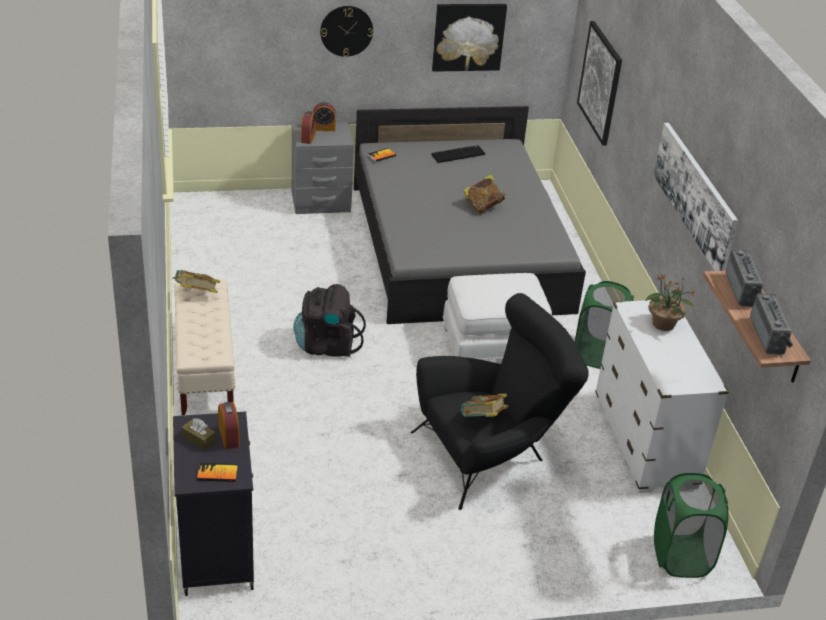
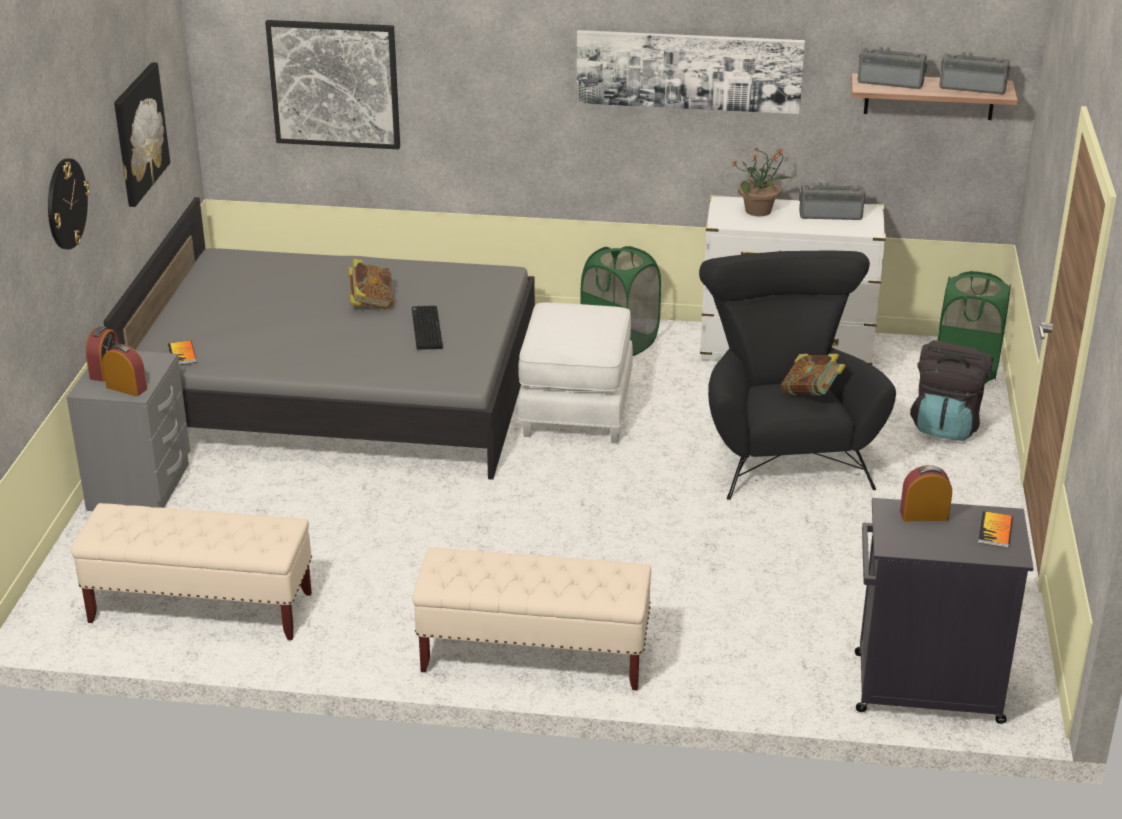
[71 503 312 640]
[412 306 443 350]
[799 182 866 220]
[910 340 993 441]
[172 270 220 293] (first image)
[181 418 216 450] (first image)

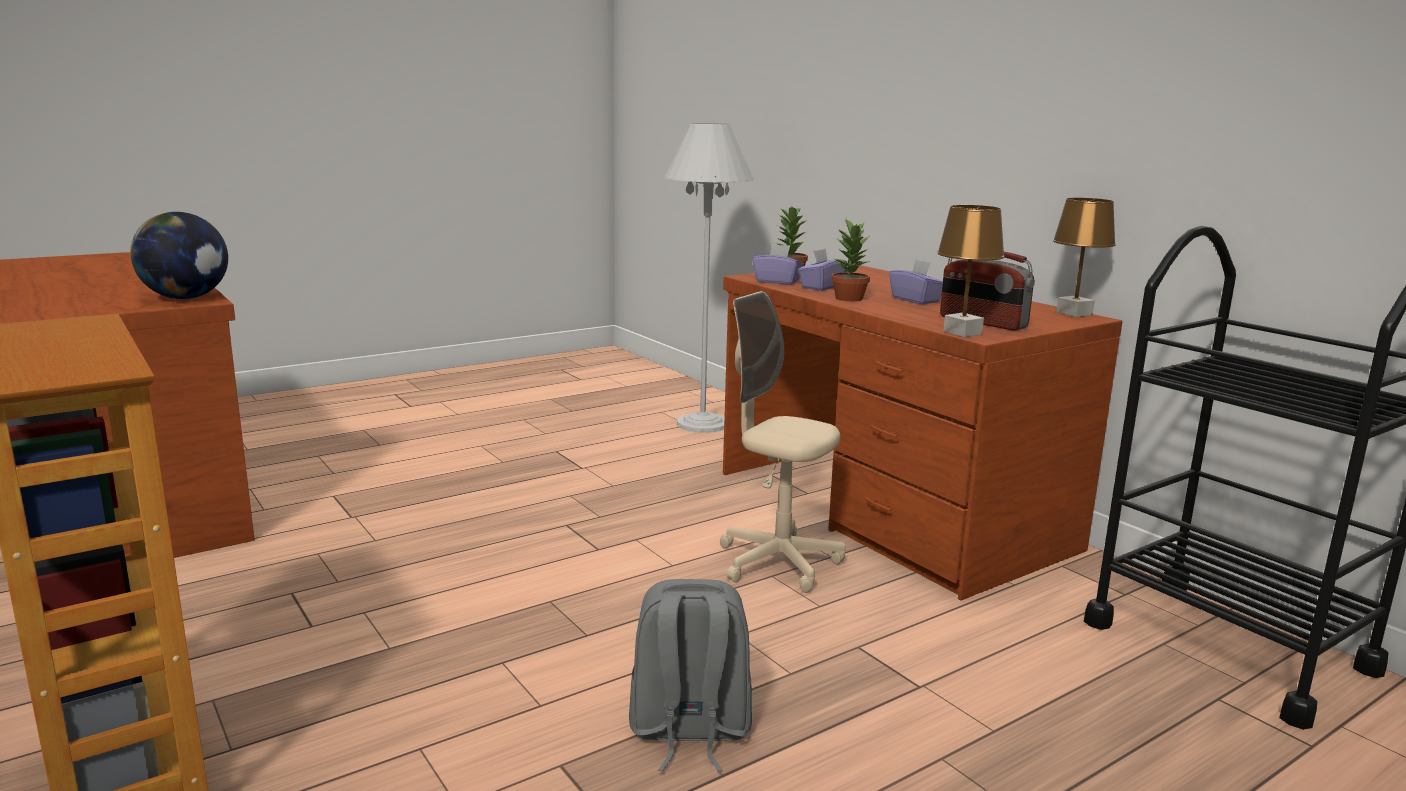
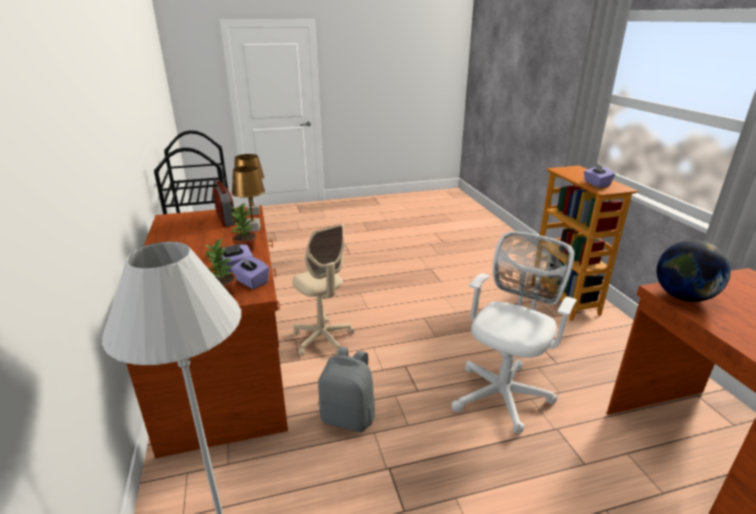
[232 166 265 232]
[318 347 375 432]
[451 231 577 434]
[584 163 615 188]

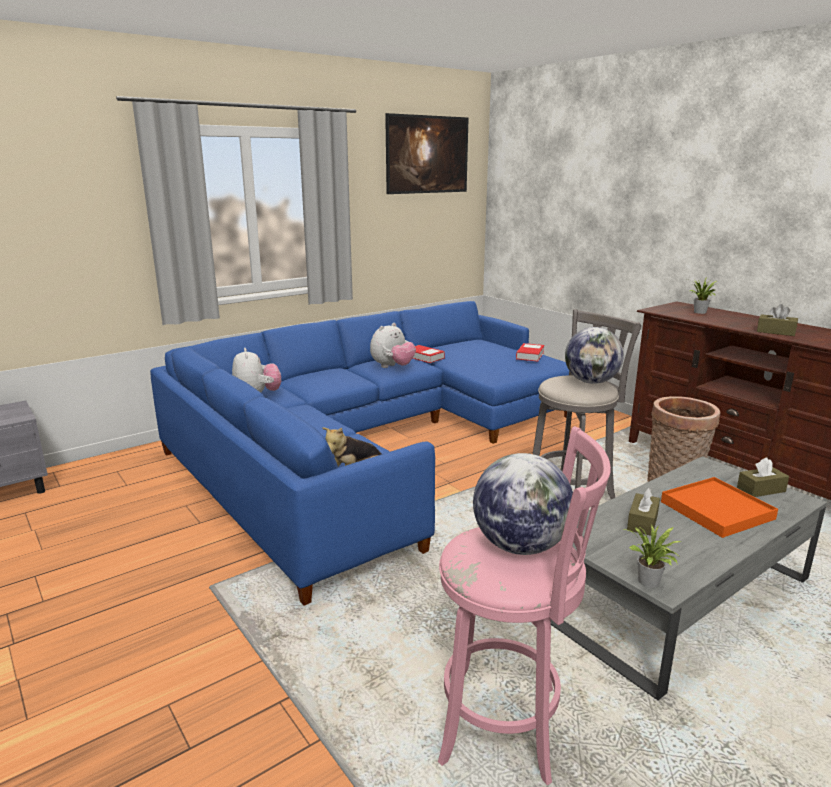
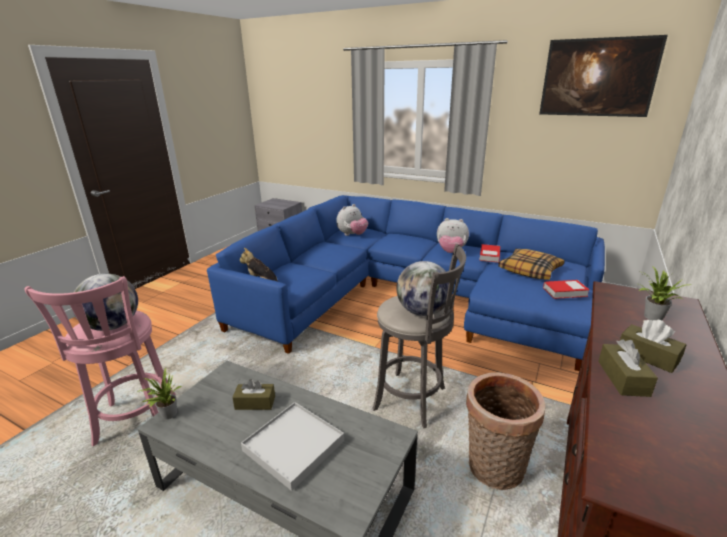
[241 402 344 491]
[498 249 565 280]
[620 320 686 373]

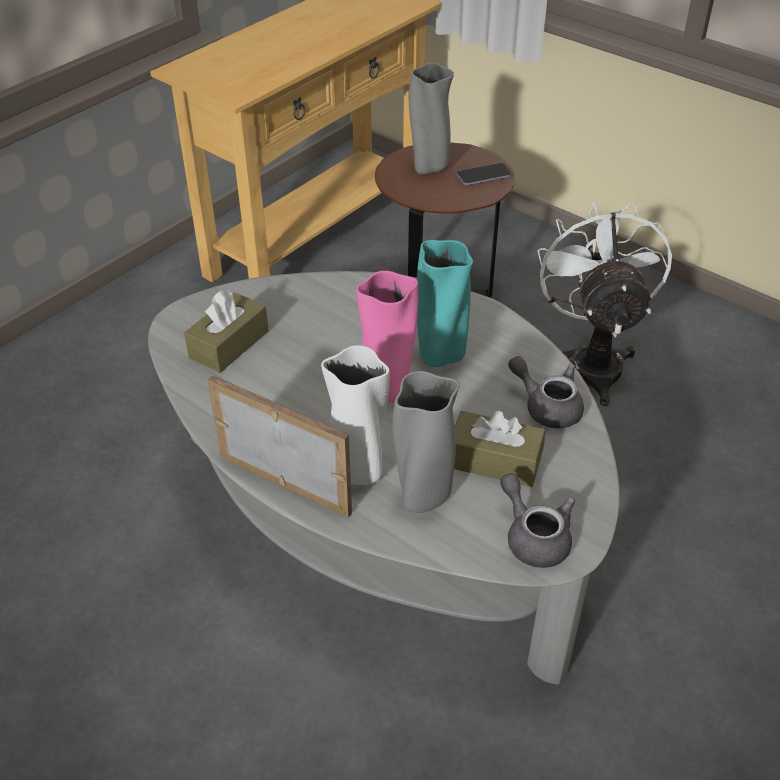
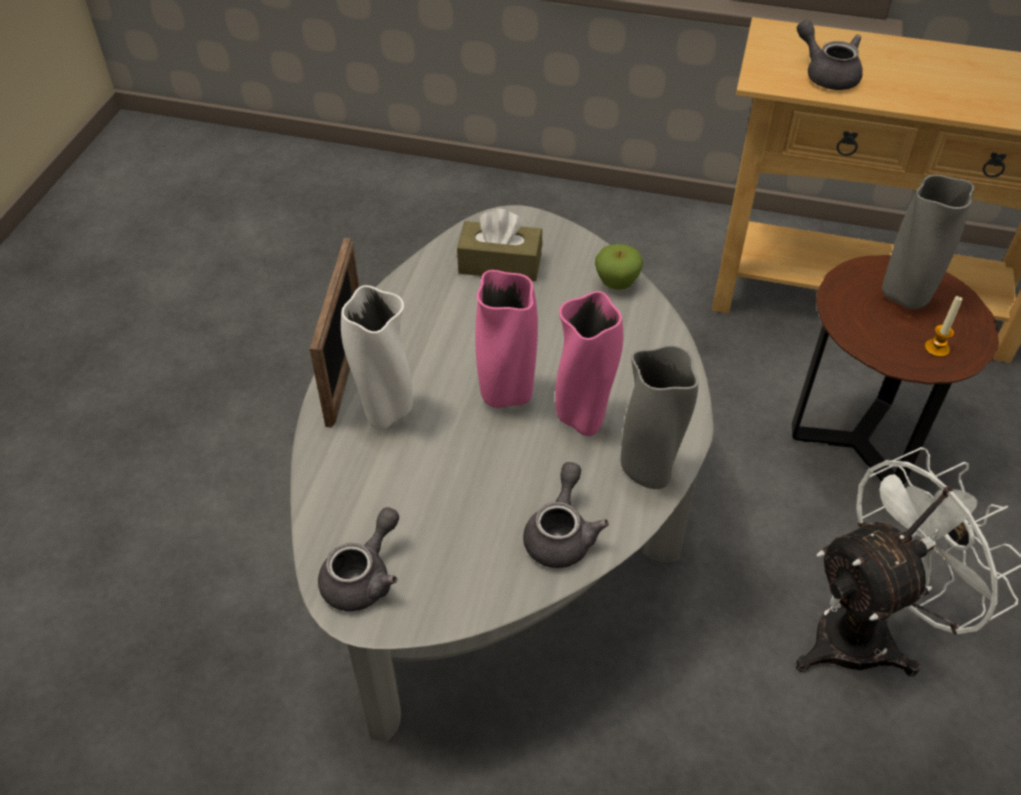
[555 291 624 436]
[595 244 643 290]
[621 345 698 489]
[797 20 863 90]
[924 296 962 357]
[454 411 546 487] (first image)

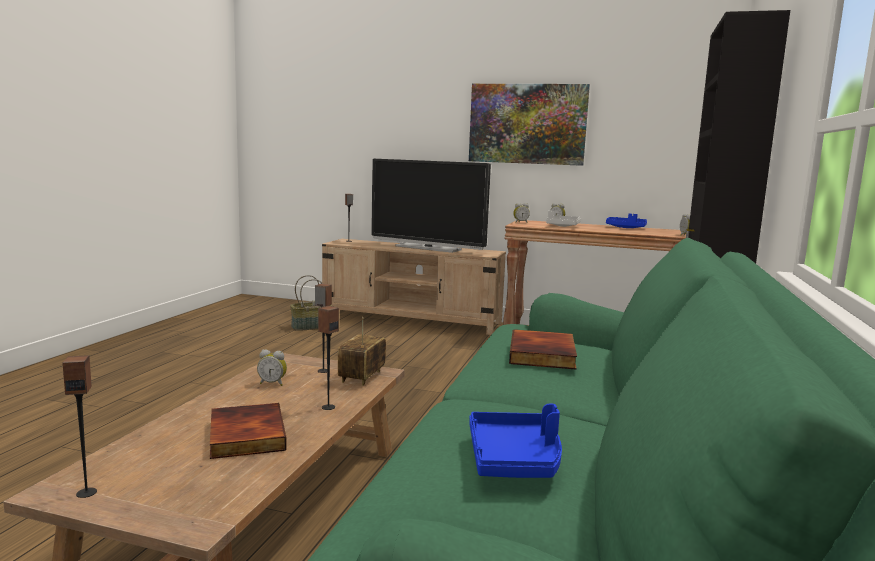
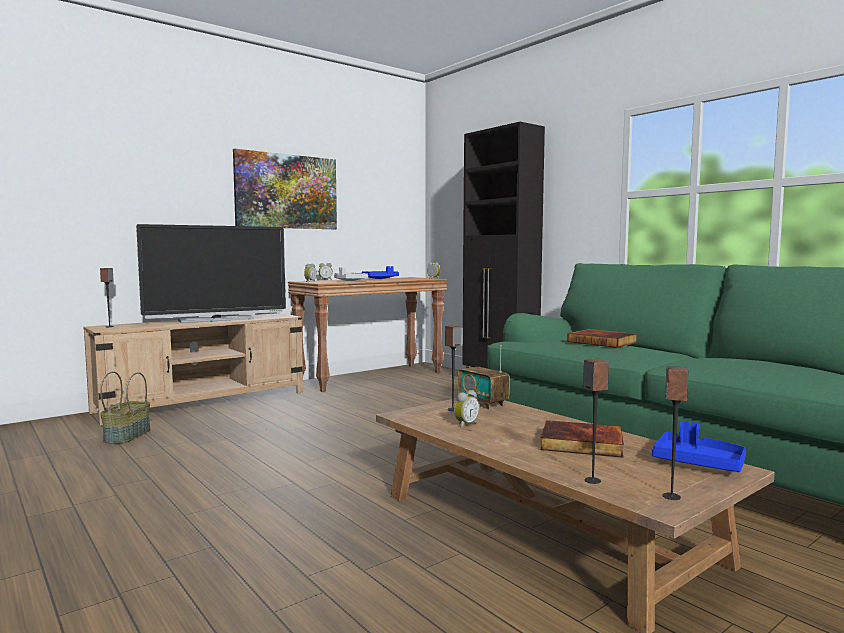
[583 359 609 484]
[652 421 746 472]

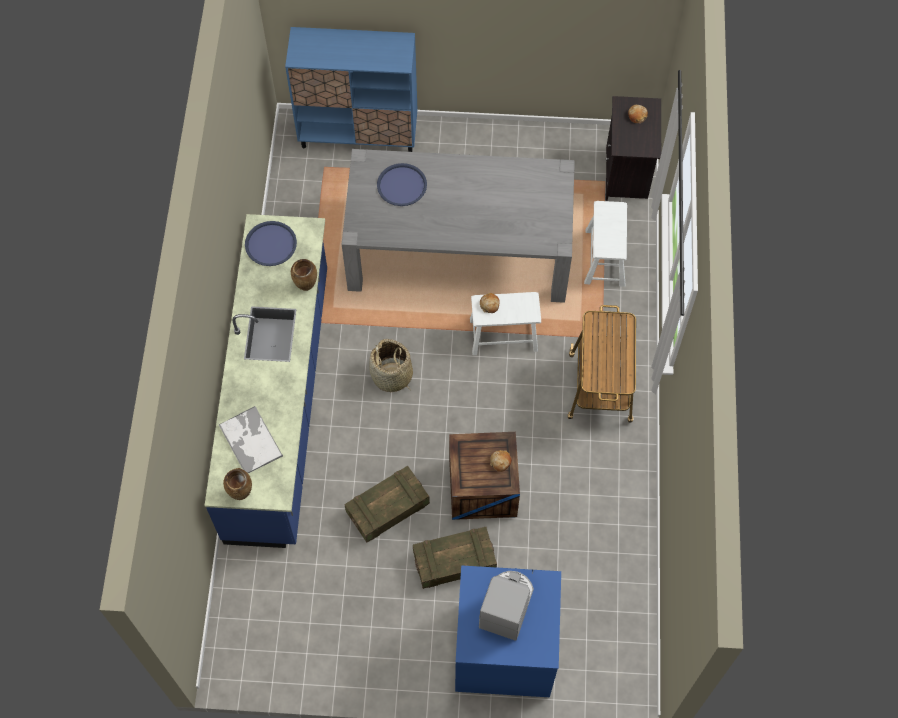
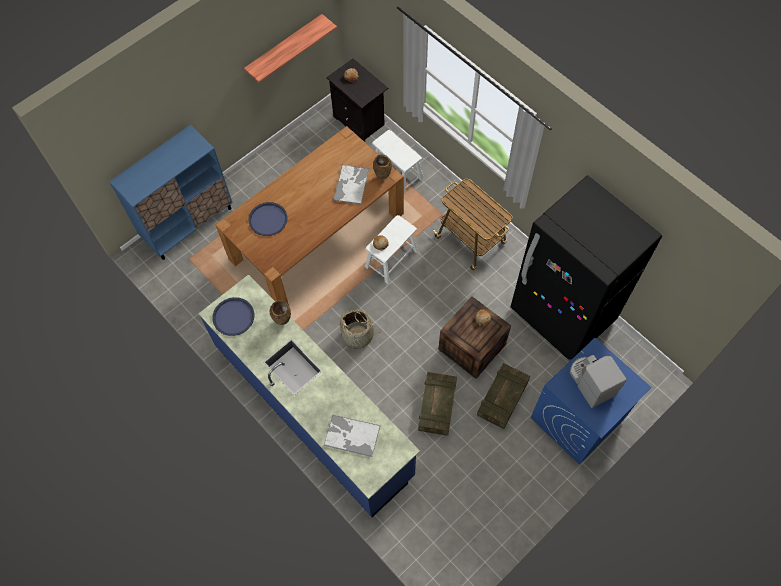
[216 126 404 305]
[244 14 337 82]
[333 165 369 205]
[373 155 392 179]
[511 175 662 360]

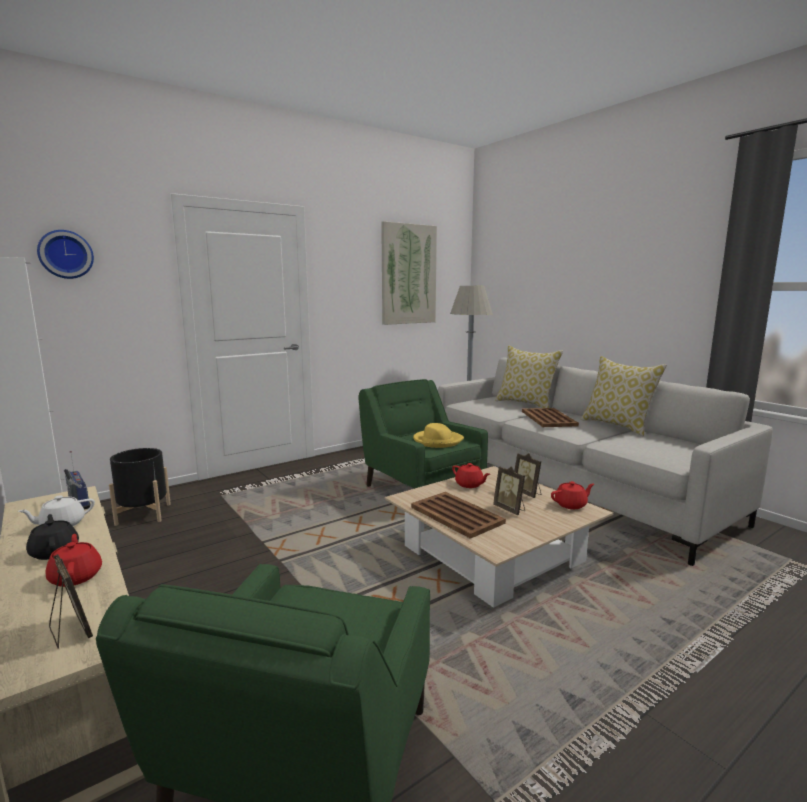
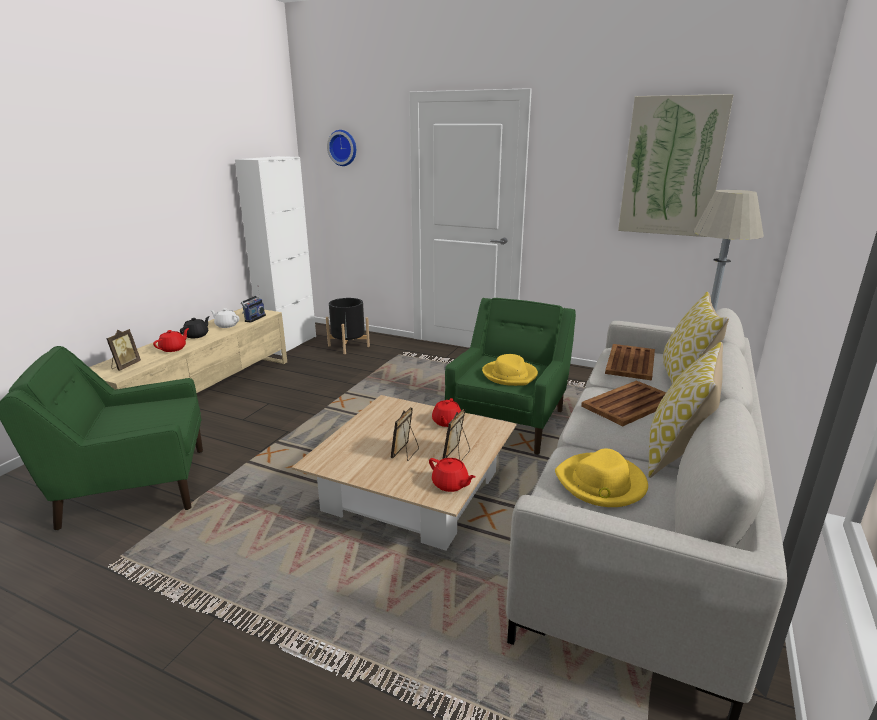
[555 448 648 507]
[605 344 655 381]

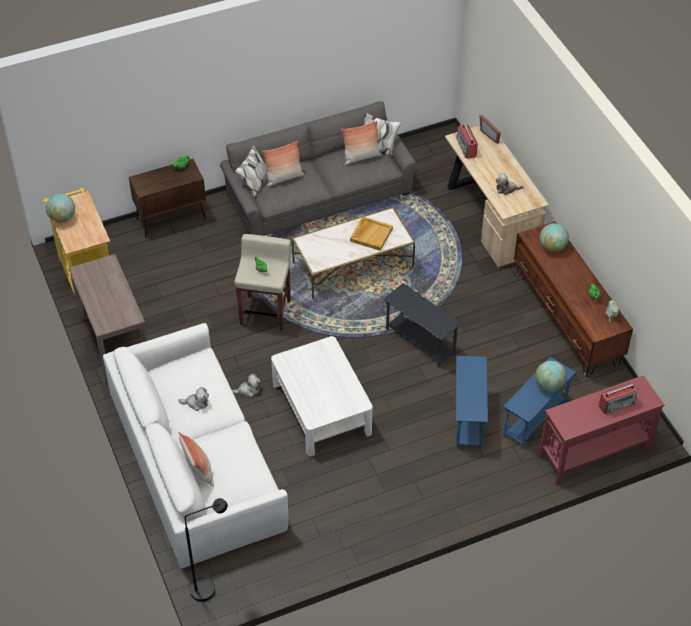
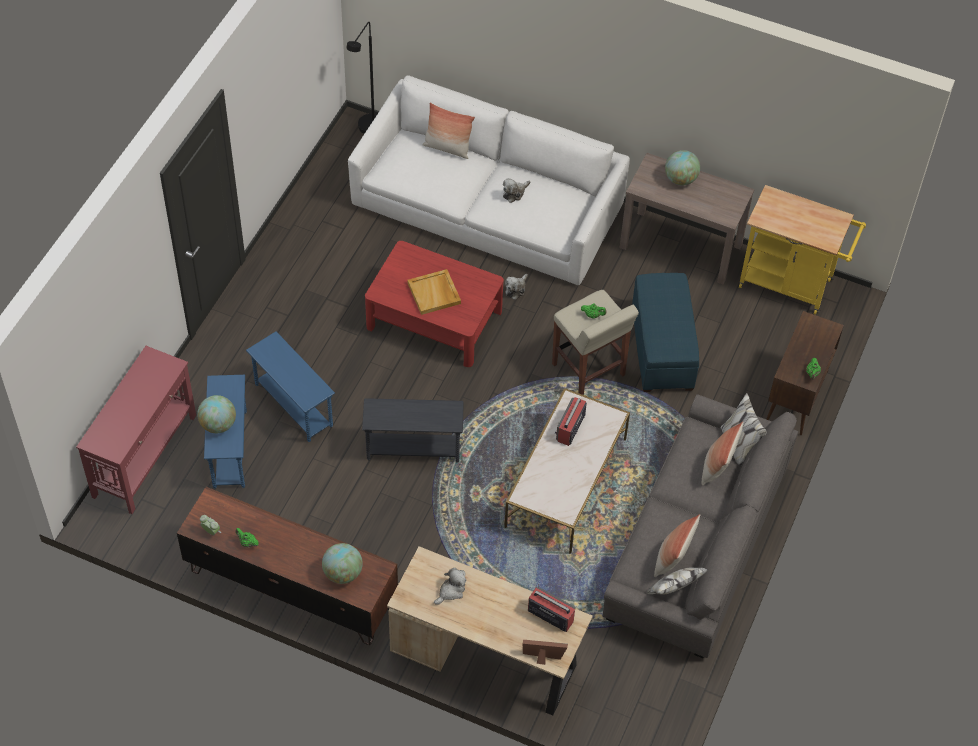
[365 241 504 367]
[408 269 461 315]
[555 397 587 446]
[632 273 699 392]
[665 150 700 185]

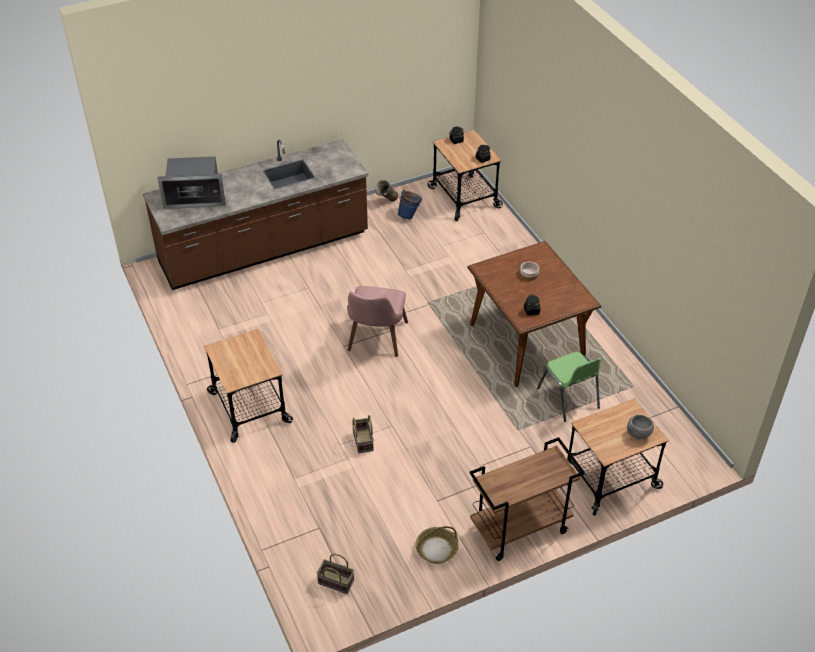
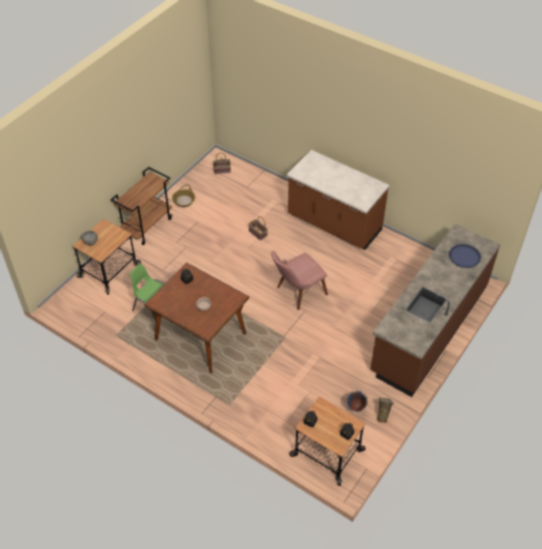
[271 251 328 310]
[287 150 389 250]
[449 244 481 268]

